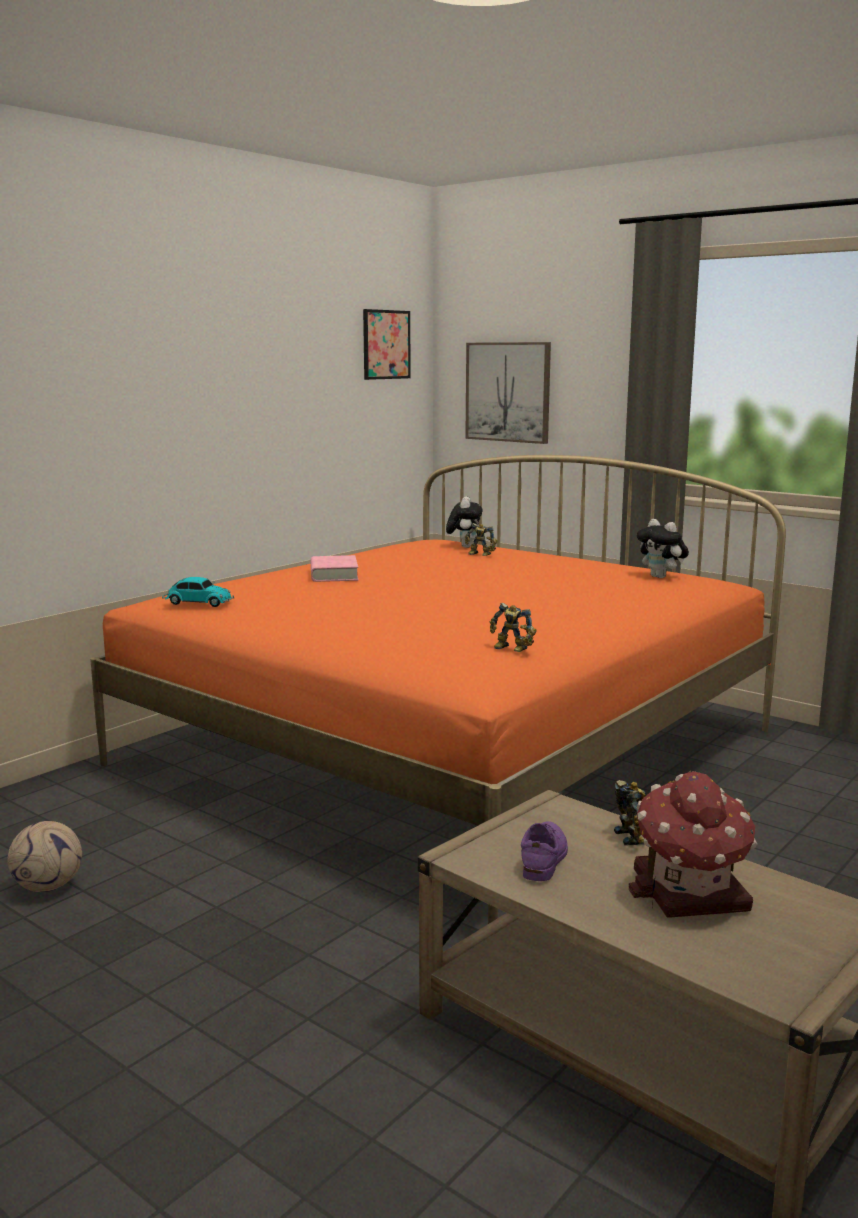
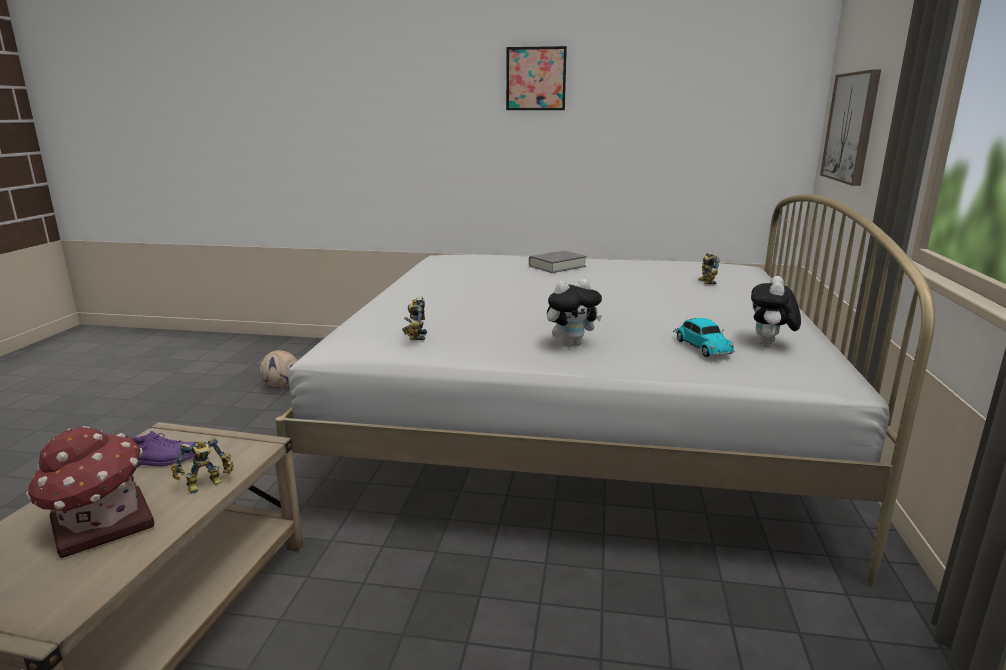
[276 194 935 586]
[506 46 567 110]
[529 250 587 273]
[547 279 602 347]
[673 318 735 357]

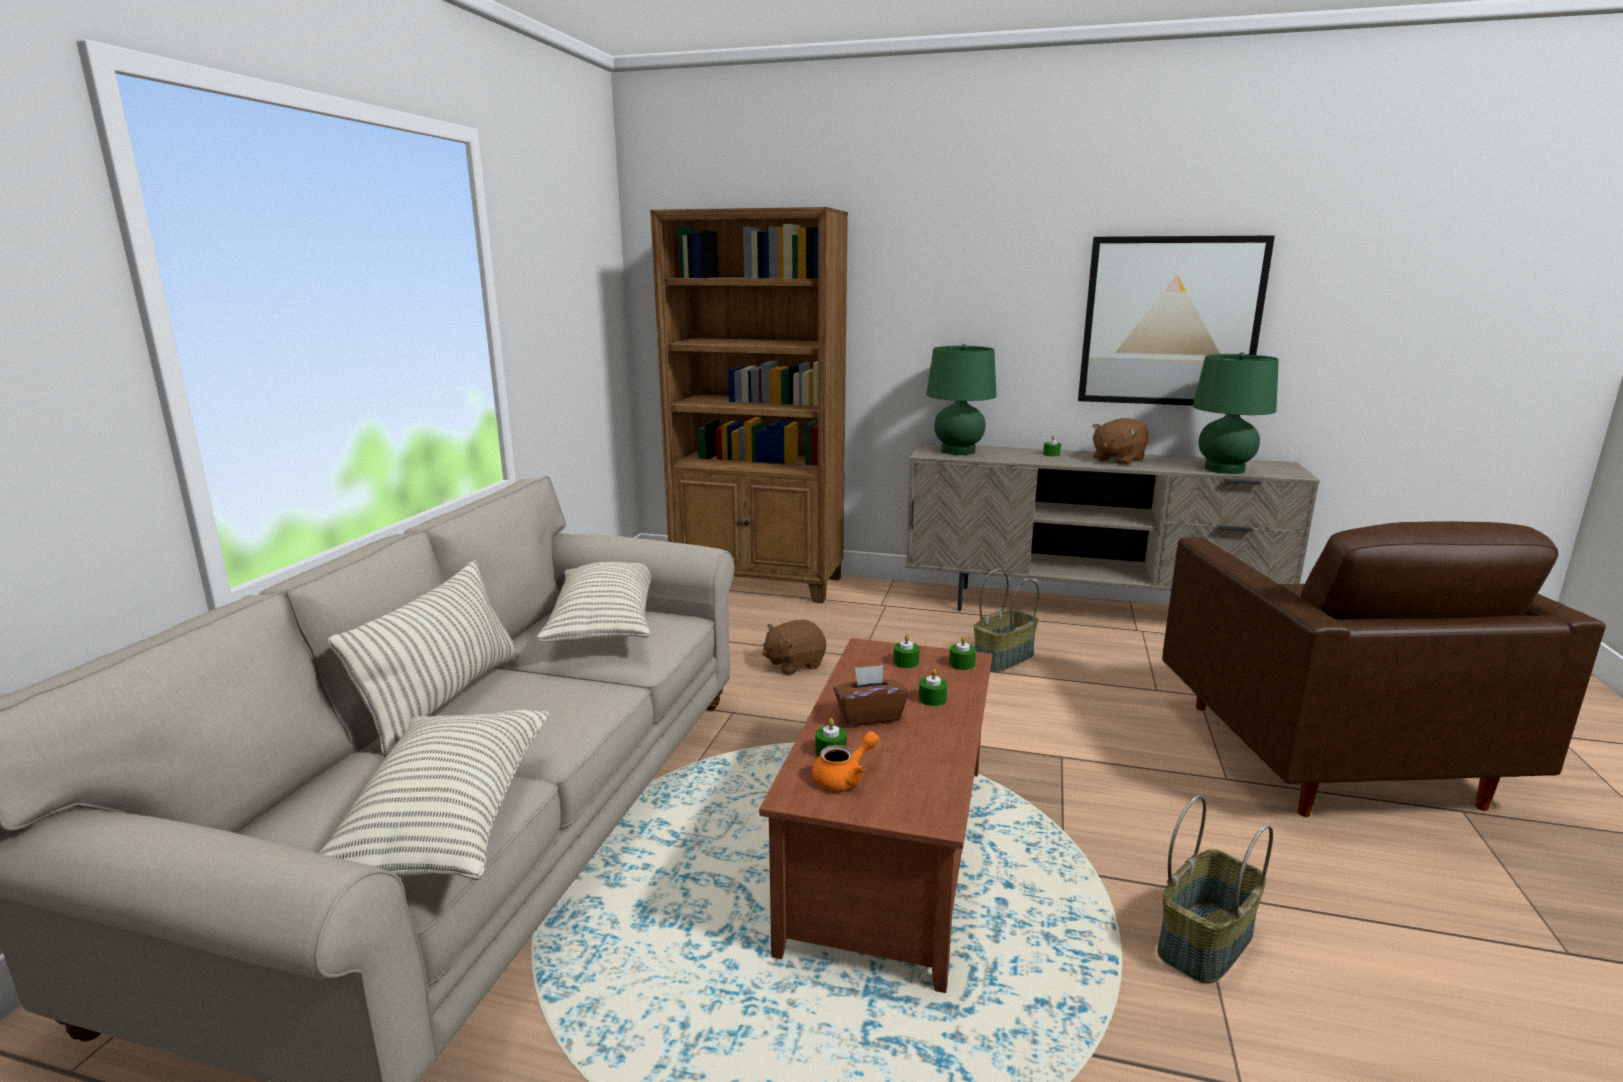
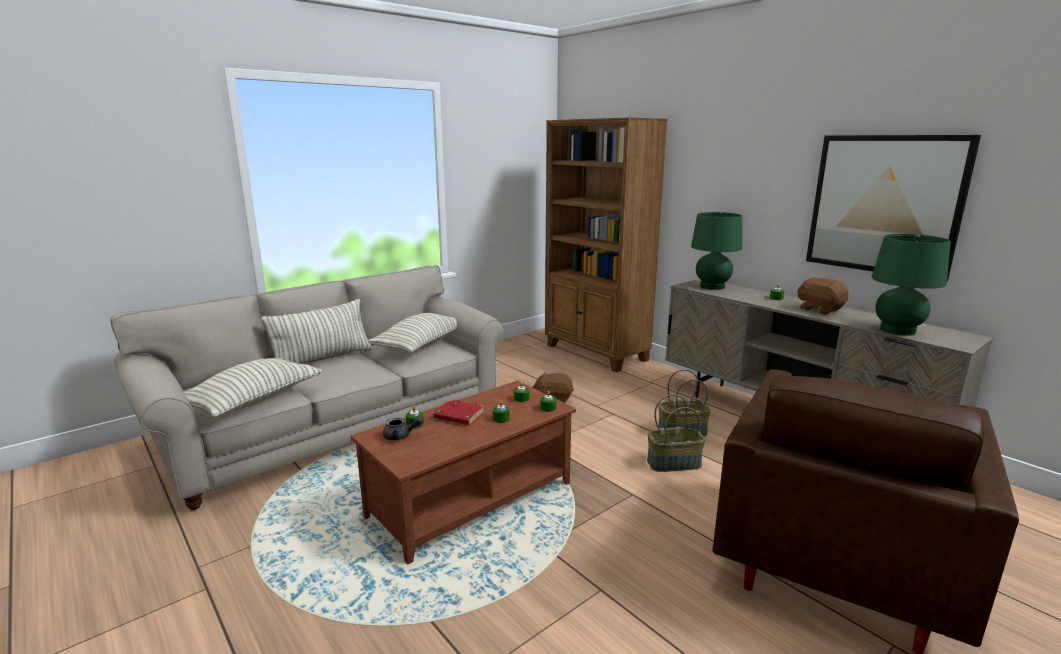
[383 417 423 440]
[433 399 484 425]
[647 394 706 472]
[797 278 848 314]

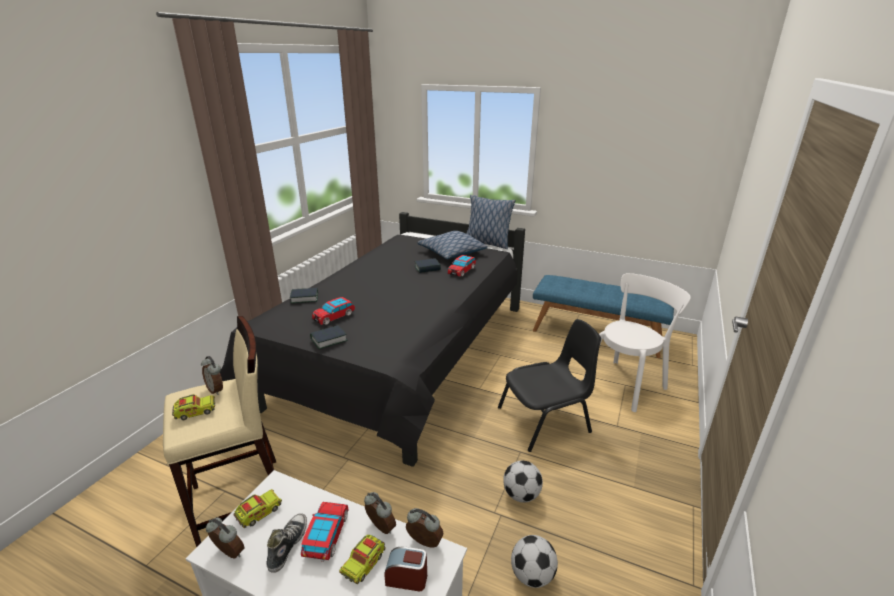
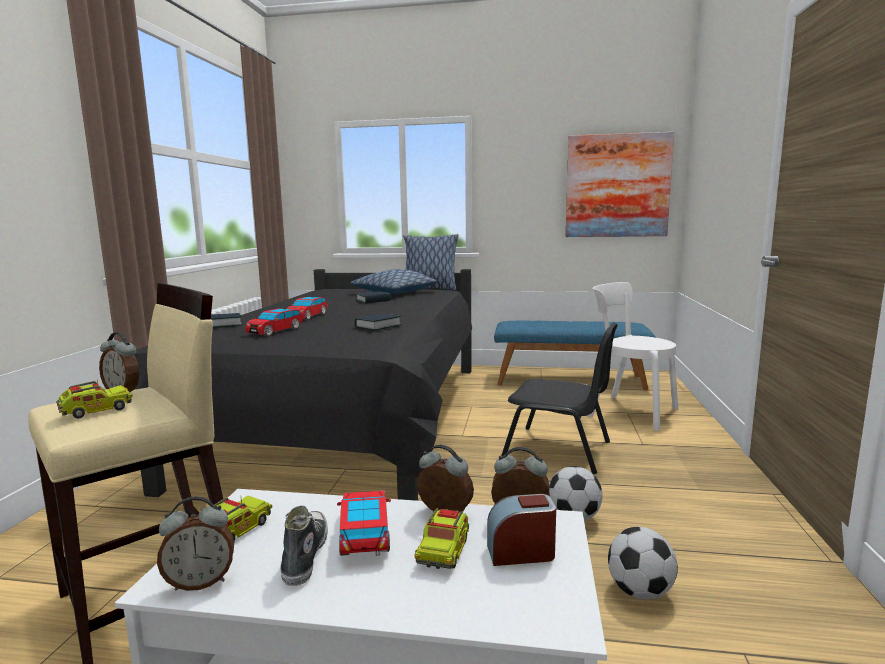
[157 496 234 591]
[287 297 327 320]
[355 314 402 330]
[501 322 618 474]
[566 132 674 237]
[587 282 678 431]

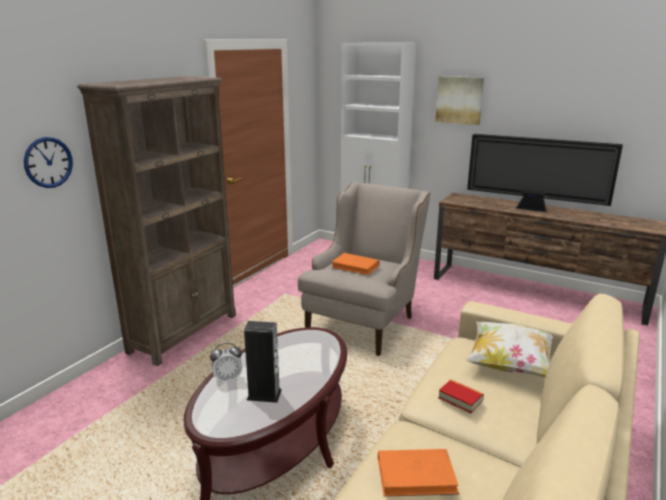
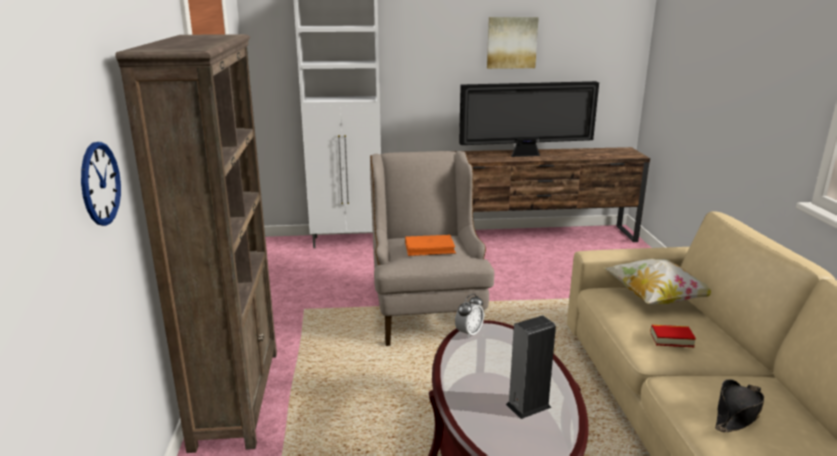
[455 294 484 339]
[487 17 539 69]
[715 379 764 432]

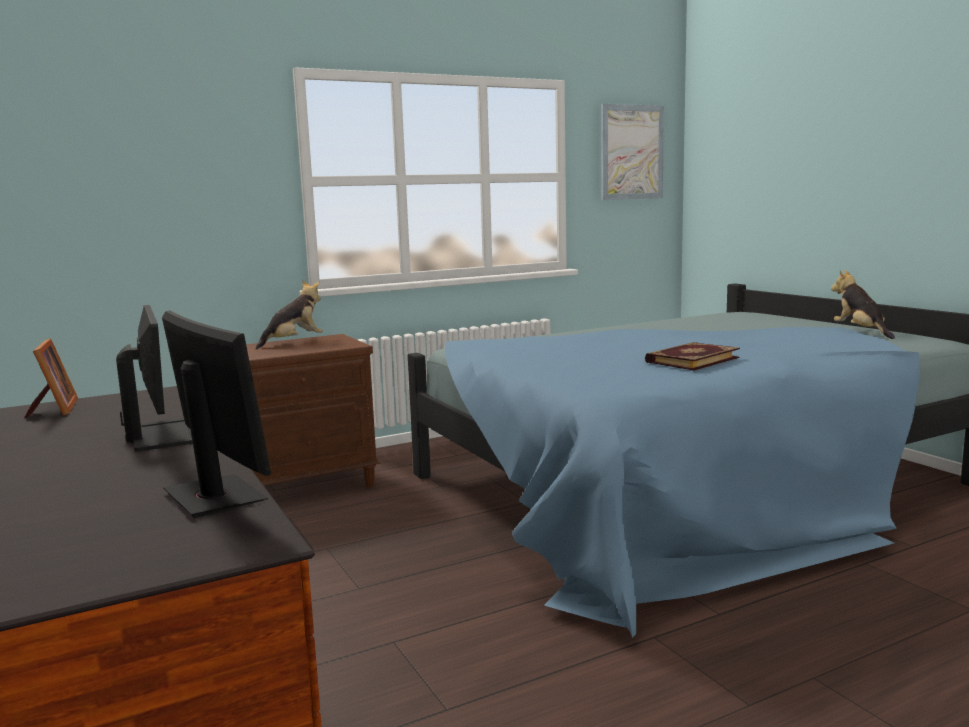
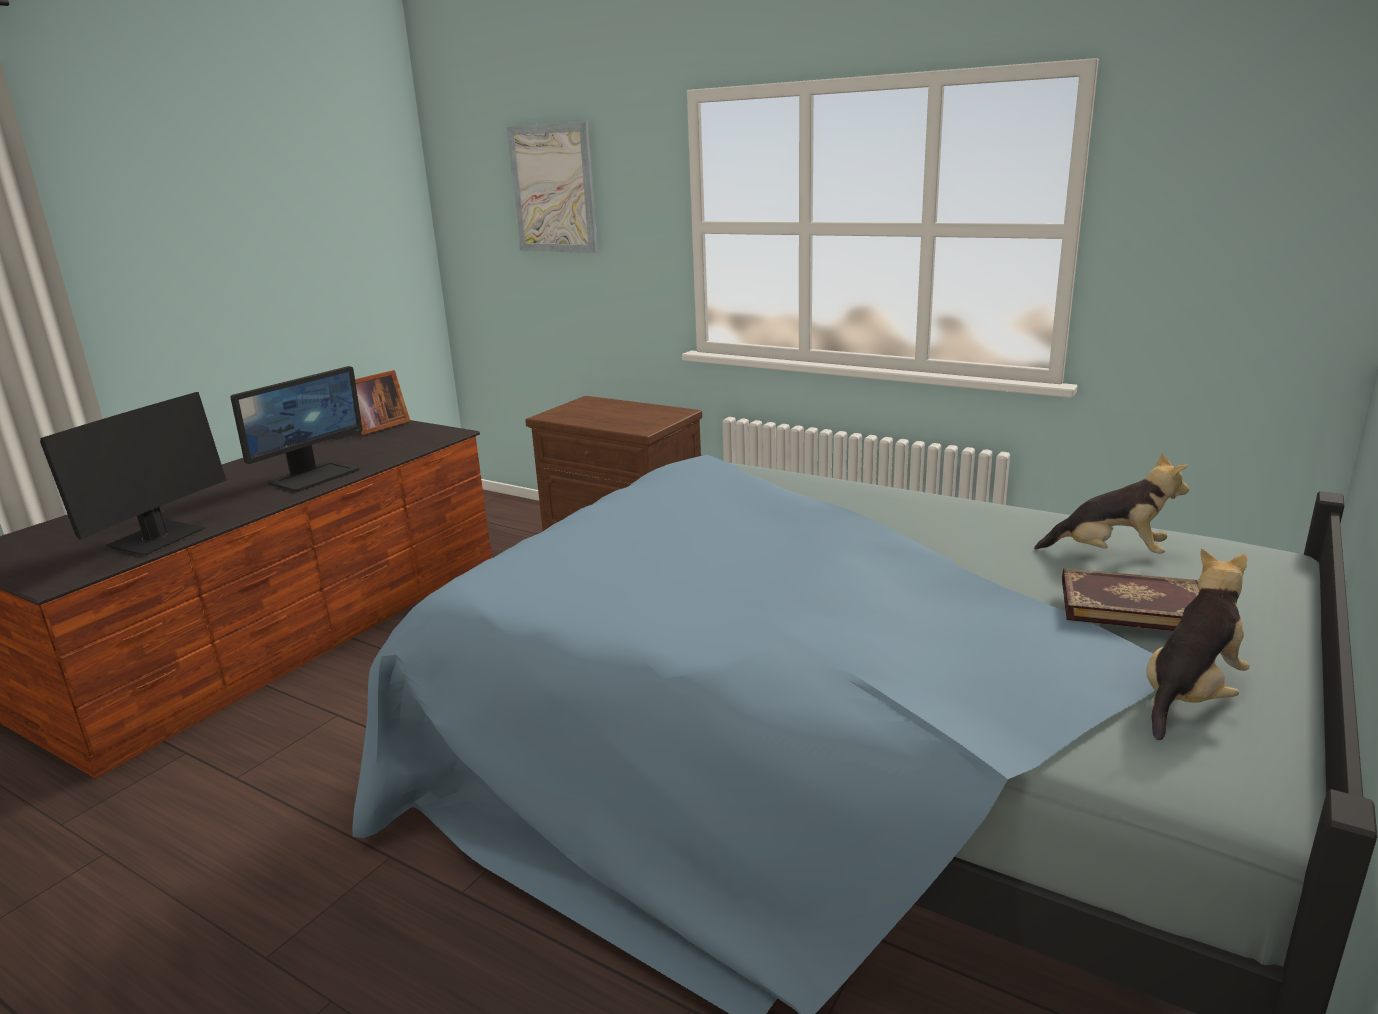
[507 122 598 253]
[1034 453 1189 554]
[1062 568 1199 631]

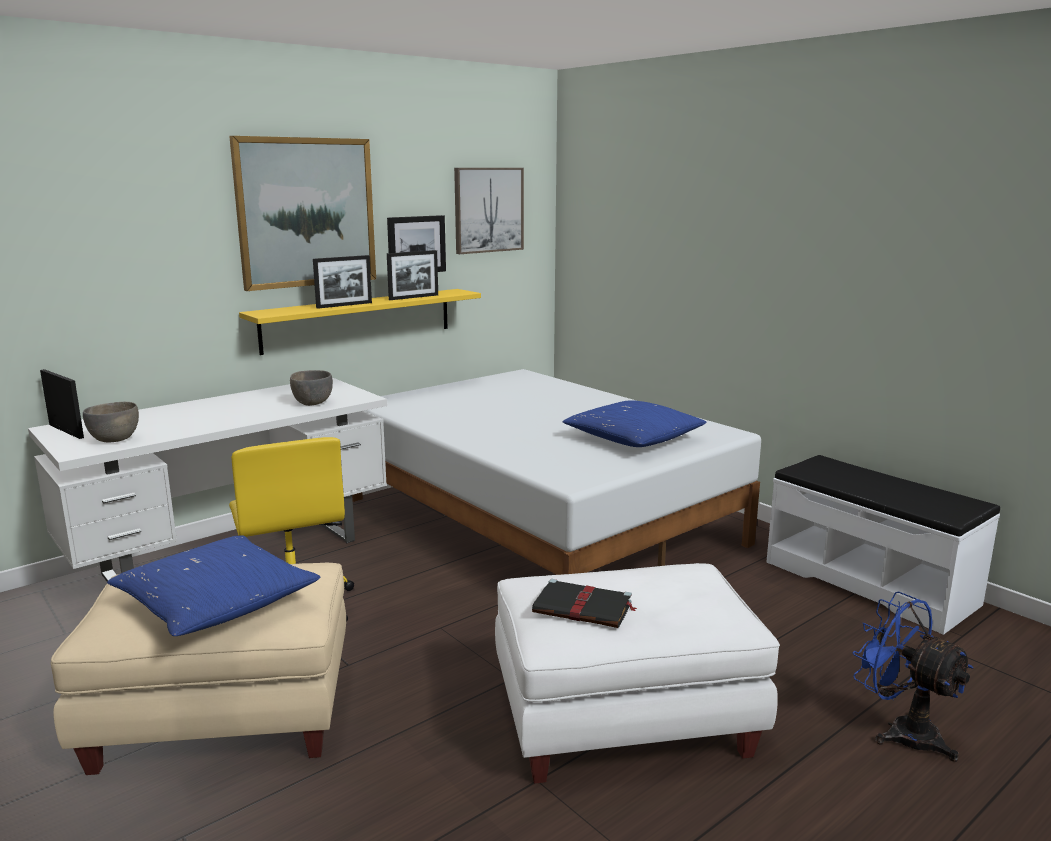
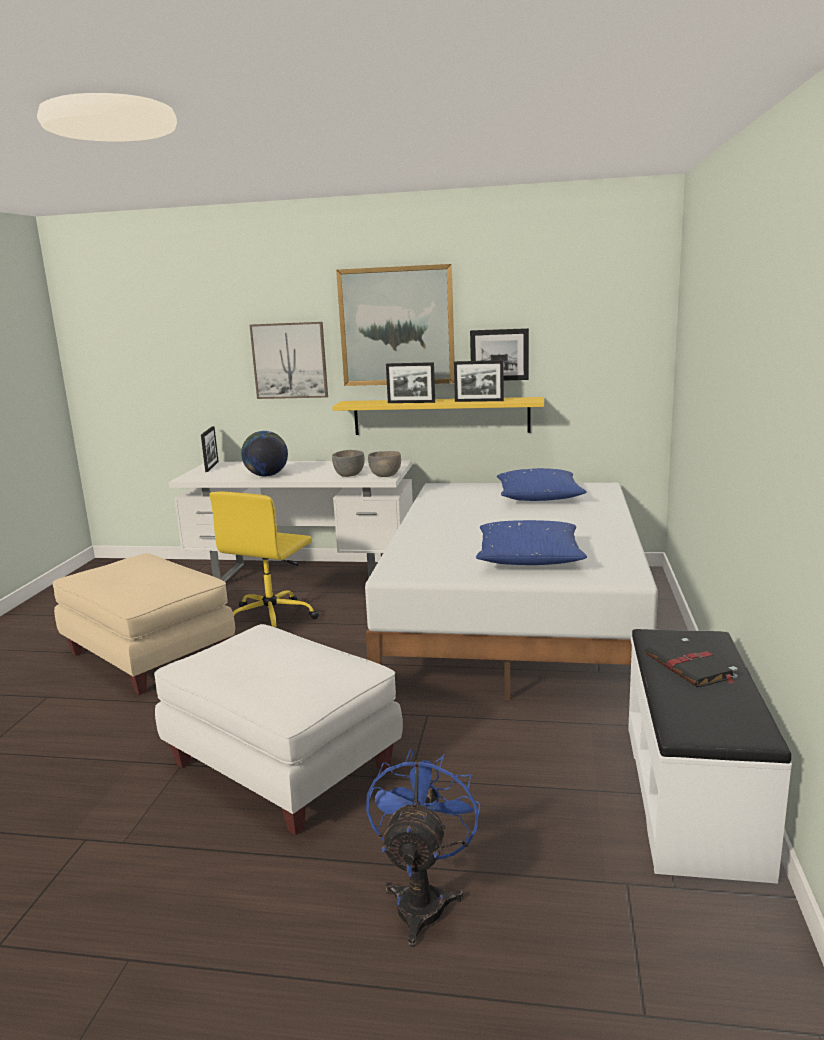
[241 431 288 477]
[250 322 328 399]
[368 451 401 477]
[497 468 587 501]
[645 638 738 687]

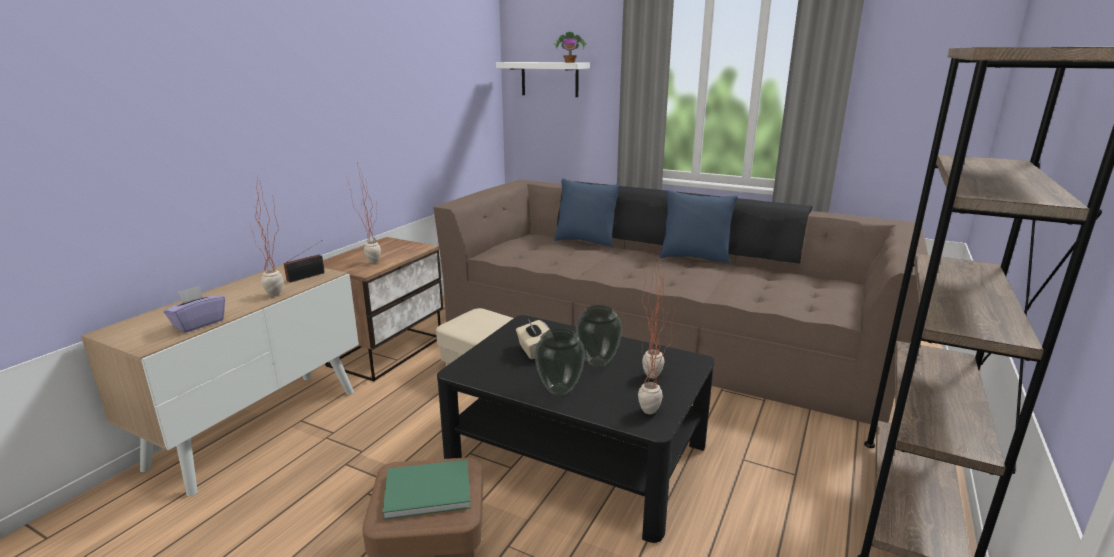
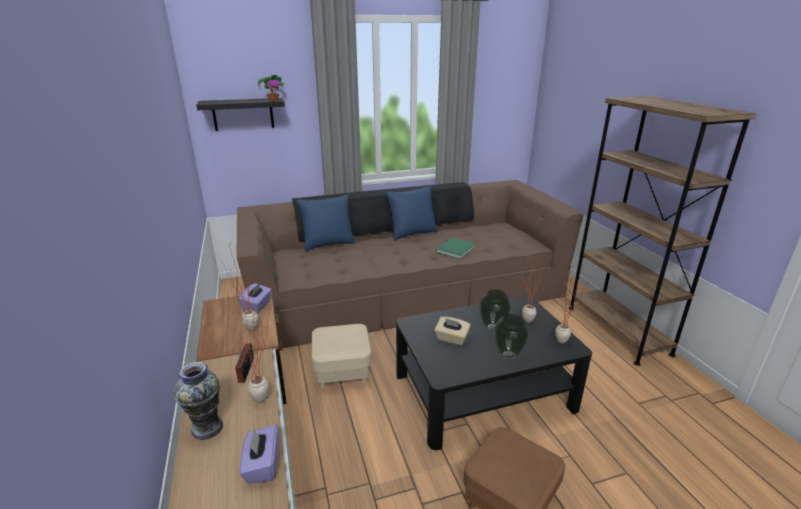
[174 362 223 440]
[196 98 285 131]
[238 282 272 313]
[436 238 476 259]

